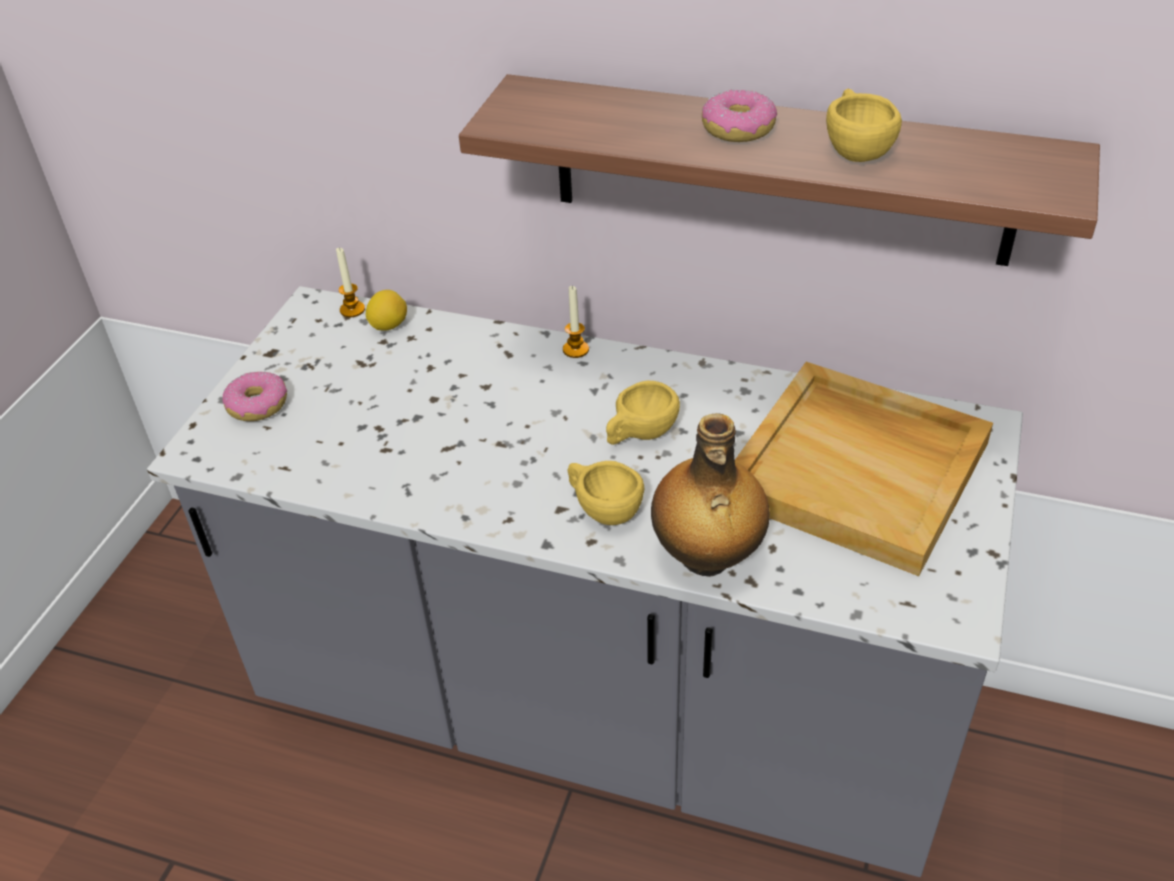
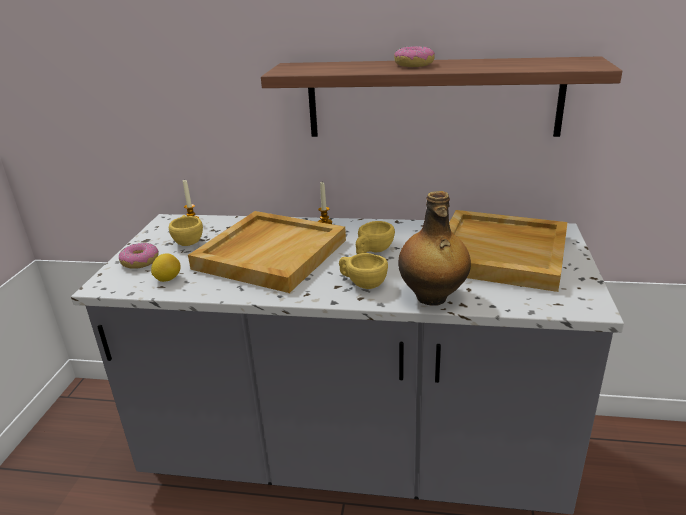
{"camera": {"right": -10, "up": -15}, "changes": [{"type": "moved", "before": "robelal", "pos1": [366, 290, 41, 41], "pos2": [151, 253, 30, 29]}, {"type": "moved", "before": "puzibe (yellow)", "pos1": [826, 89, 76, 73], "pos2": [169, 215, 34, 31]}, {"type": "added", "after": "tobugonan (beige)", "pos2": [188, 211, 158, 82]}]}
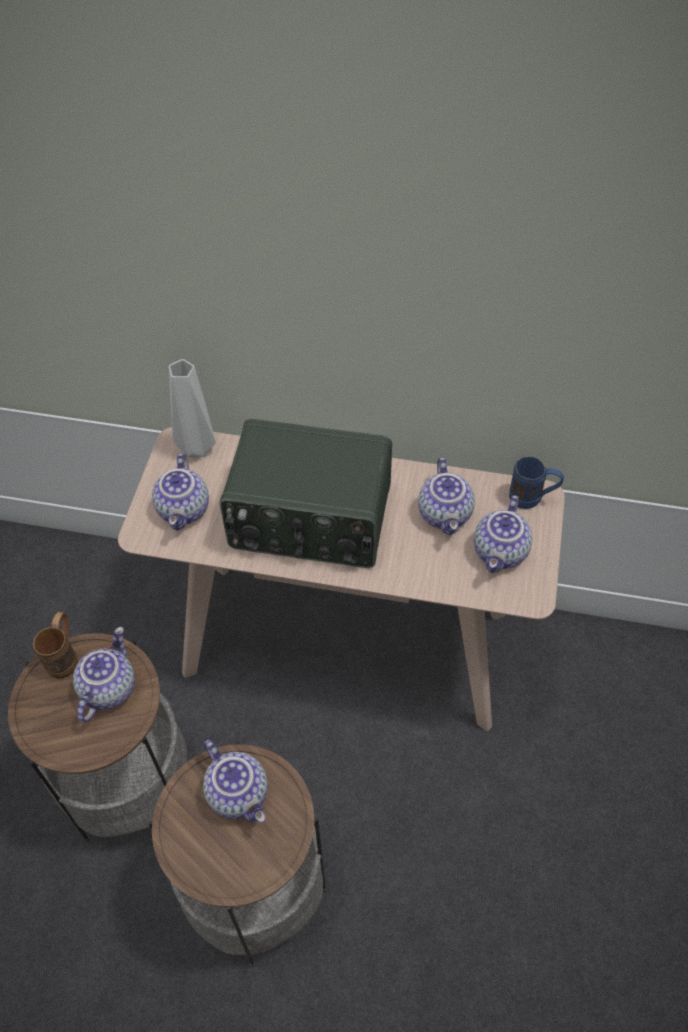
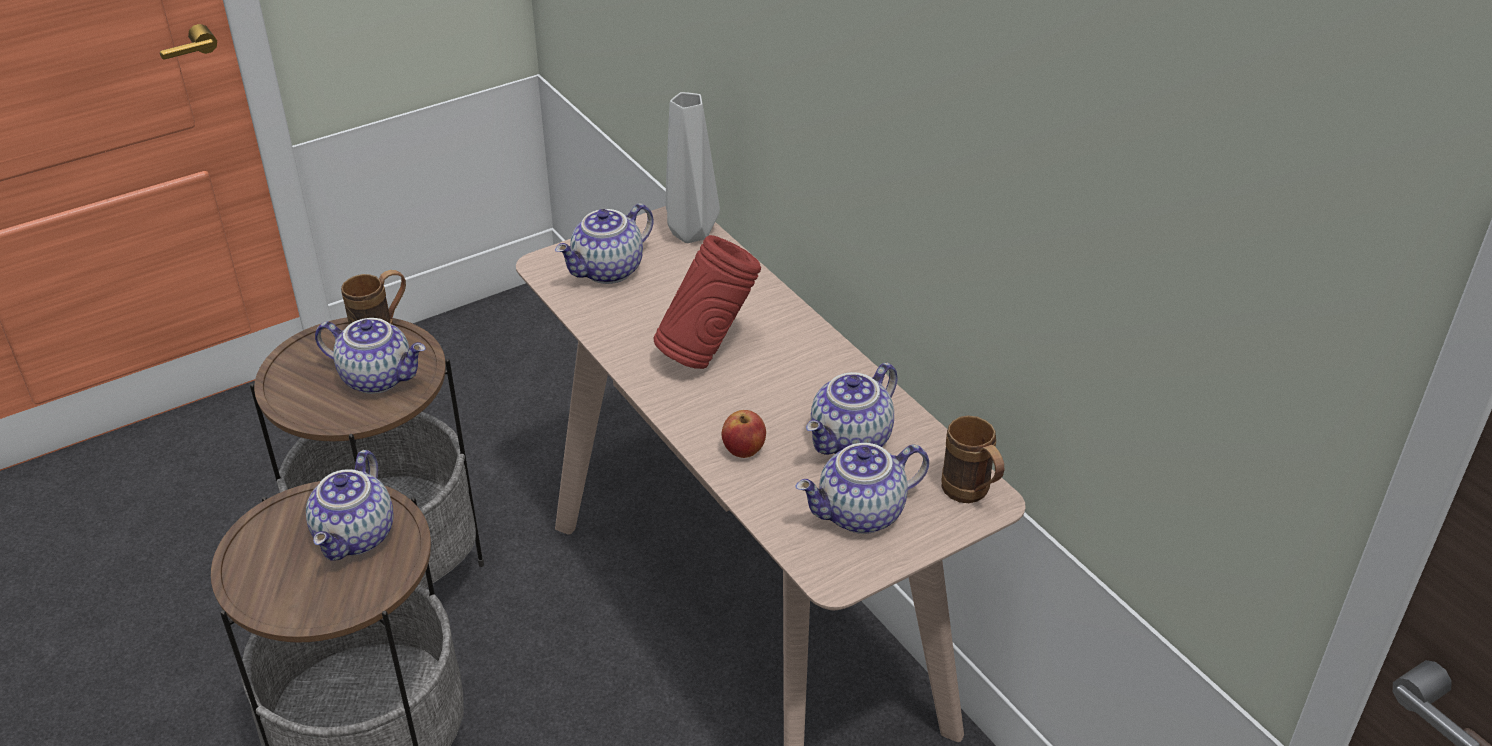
{"camera": {"right": 45, "up": -15}, "changes": [{"type": "turned", "before": "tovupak", "pos1": [73, 627, 62, 96], "pos2": [315, 318, 111, 76], "turn": 45}, {"type": "replaced", "before": "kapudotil", "after": "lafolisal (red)", "pos1": [220, 419, 172, 149], "pos2": [654, 235, 107, 134]}, {"type": "recoloured", "before": "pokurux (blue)", "after": "pokurux (brown)", "pos1": [509, 456, 55, 53], "pos2": [941, 416, 63, 87]}, {"type": "added", "after": "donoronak", "pos2": [721, 410, 45, 48]}]}
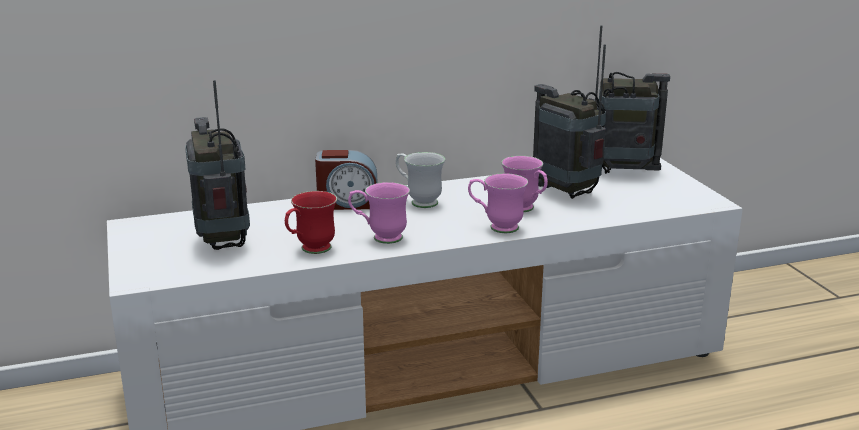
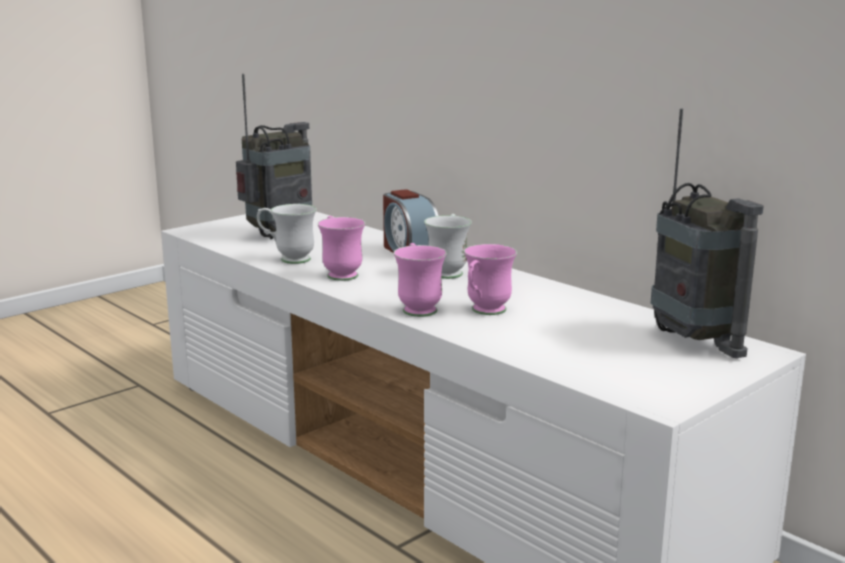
{"camera": {"right": 65, "up": -5}, "changes": [{"type": "recoloured", "before": "pokurux (red)", "after": "pokurux (white)", "pos1": [285, 191, 52, 63], "pos2": [257, 204, 60, 60]}, {"type": "removed", "before": "kapudotil", "pos1": [533, 44, 73, 155]}]}
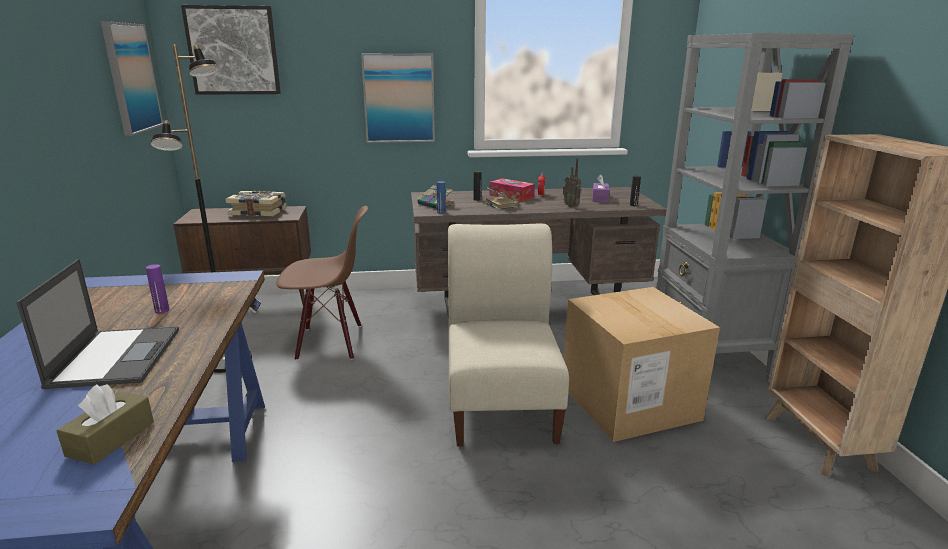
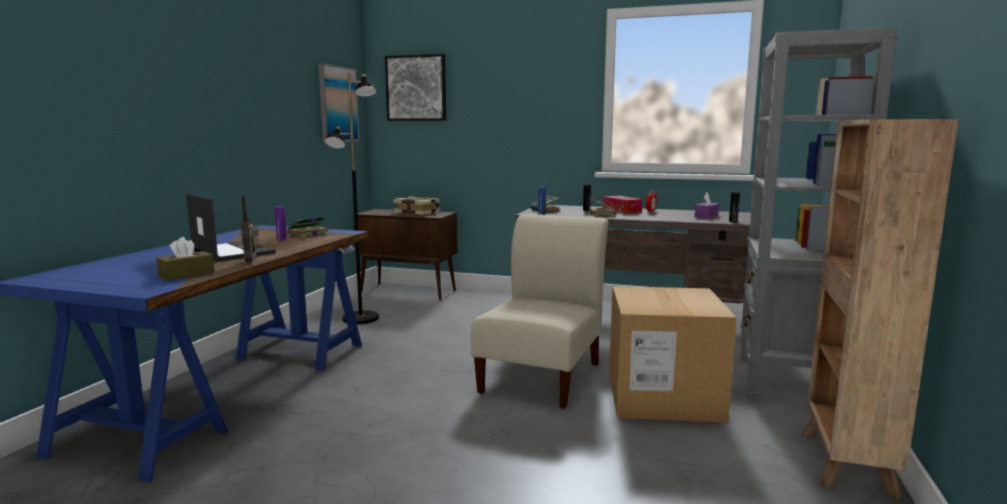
{"camera": {"right": 25, "up": -10}, "changes": [{"type": "turned", "before": "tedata", "pos1": [16, 259, 163, 130], "pos2": [186, 193, 90, 69], "turn": -60}, {"type": "removed", "before": "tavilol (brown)", "pos1": [276, 206, 92, 154]}, {"type": "removed", "before": "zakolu", "pos1": [361, 53, 74, 90]}, {"type": "moved", "before": "kapudotil", "pos1": [563, 158, 19, 50], "pos2": [241, 196, 18, 67]}, {"type": "added", "after": "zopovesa", "pos2": [286, 216, 43, 22]}]}
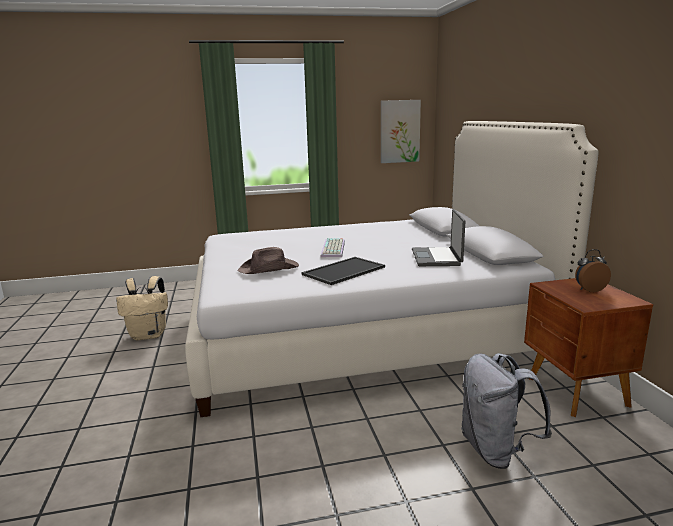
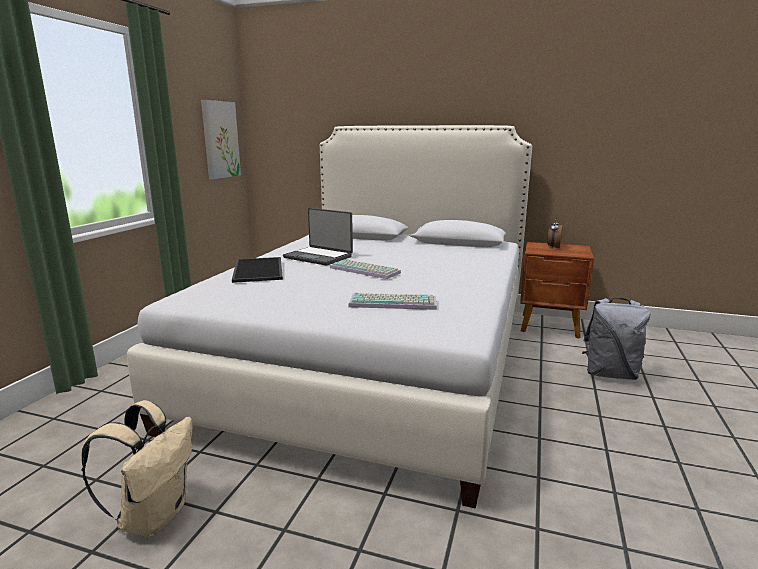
{"camera": {"right": -60, "up": 0}, "changes": [{"type": "replaced", "before": "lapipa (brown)", "after": "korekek", "pos1": [238, 247, 61, 27], "pos2": [348, 293, 89, 17]}, {"type": "moved", "before": "tobugonan", "pos1": [302, 257, 83, 28], "pos2": [232, 257, 51, 26]}, {"type": "moved", "before": "tedata", "pos1": [412, 209, 53, 57], "pos2": [283, 208, 70, 57]}]}
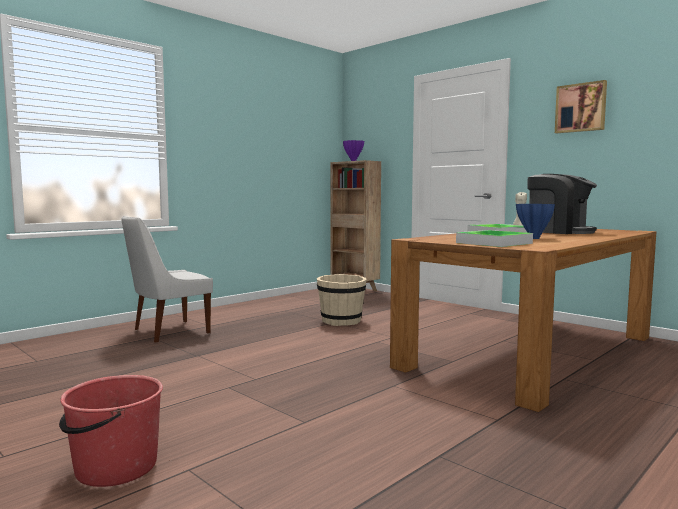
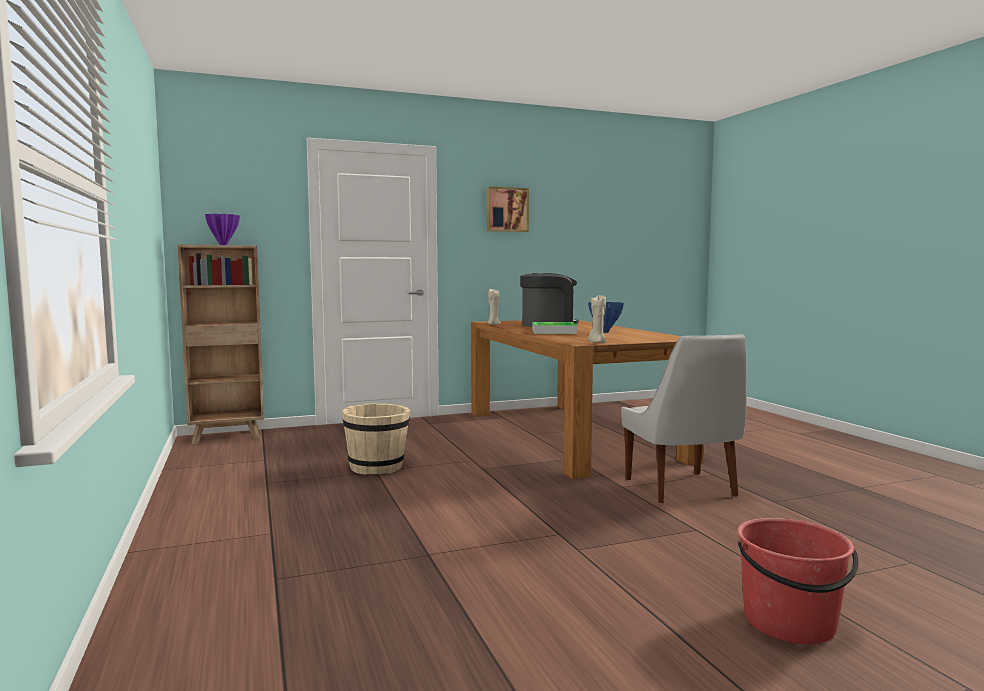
{"camera": {"right": -65, "up": 0}, "changes": [{"type": "moved", "before": "tavilol (white)", "pos1": [121, 216, 92, 127], "pos2": [621, 334, 126, 170]}, {"type": "removed", "before": "tobugonan", "pos1": [456, 230, 77, 17]}, {"type": "added", "after": "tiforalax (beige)", "pos2": [588, 295, 18, 48]}]}
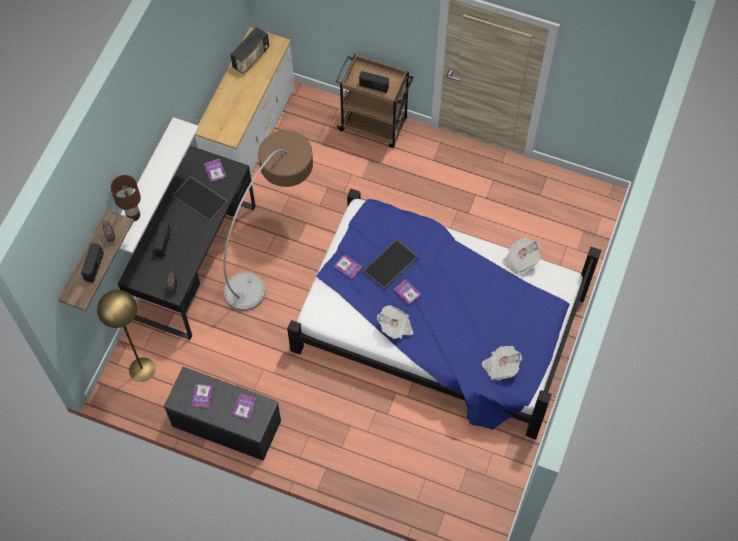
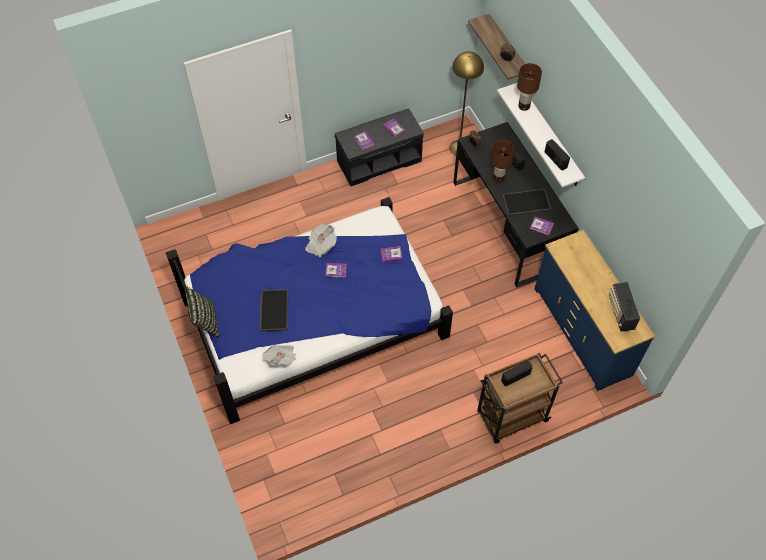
{"camera": {"right": 135, "up": -5}, "changes": [{"type": "moved", "before": "kapudotil", "pos1": [81, 243, 23, 40], "pos2": [545, 139, 25, 32]}, {"type": "recoloured", "before": "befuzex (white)", "after": "befuzex (blue)", "pos1": [195, 27, 100, 148], "pos2": [535, 230, 120, 161]}, {"type": "removed", "before": "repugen", "pos1": [223, 130, 90, 181]}, {"type": "moved", "before": "tobugonan", "pos1": [363, 239, 55, 51], "pos2": [260, 289, 28, 42]}, {"type": "removed", "before": "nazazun", "pos1": [482, 346, 40, 34]}, {"type": "added", "after": "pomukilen", "pos2": [185, 286, 34, 52]}, {"type": "added", "after": "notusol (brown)", "pos2": [491, 140, 24, 43]}]}
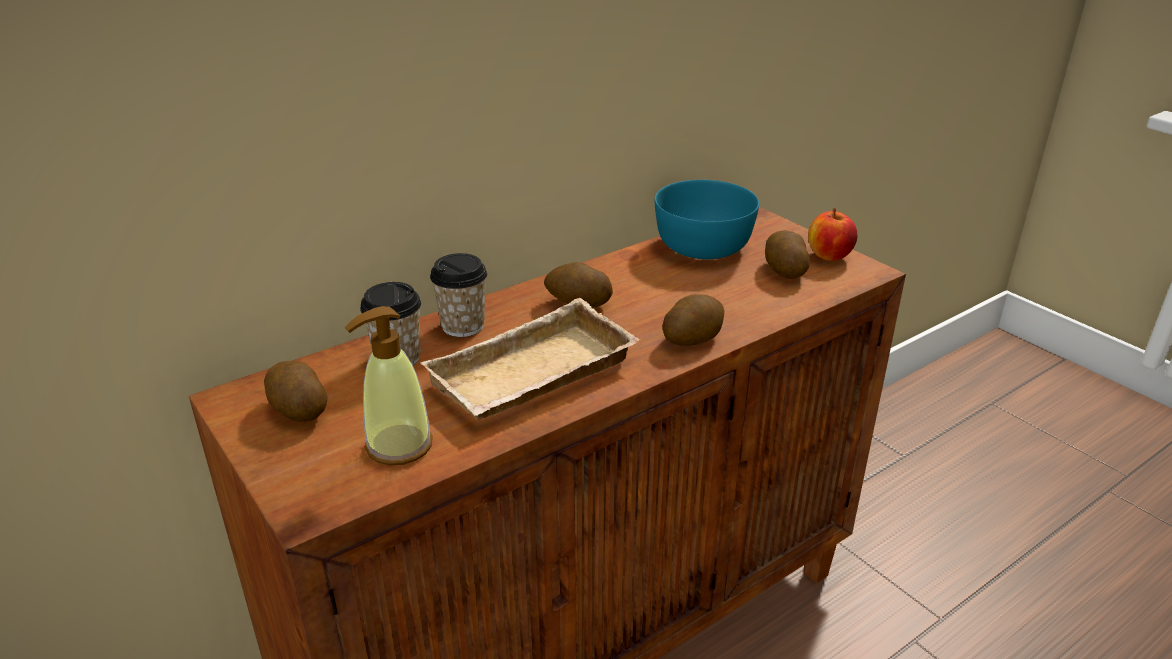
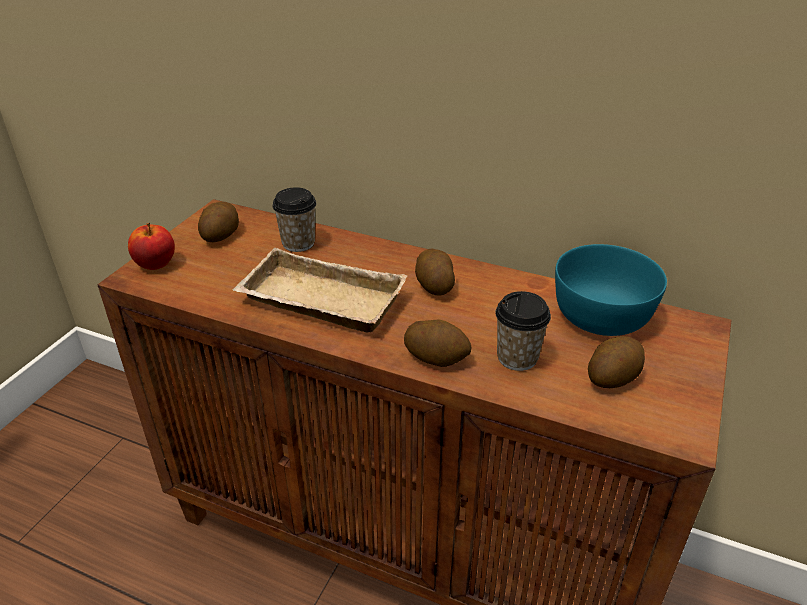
{"camera": {"right": 60, "up": 5}, "changes": [{"type": "removed", "before": "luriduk", "pos1": [344, 306, 89, 159]}, {"type": "moved", "before": "puzibe", "pos1": [430, 253, 57, 84], "pos2": [495, 291, 56, 80]}, {"type": "moved", "before": "donoronak", "pos1": [808, 208, 49, 53], "pos2": [128, 223, 47, 47]}]}
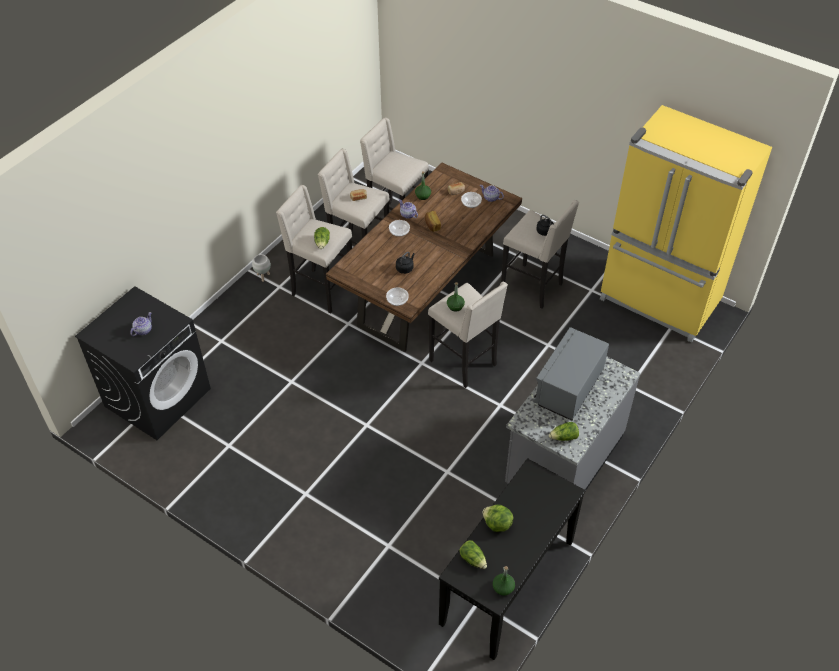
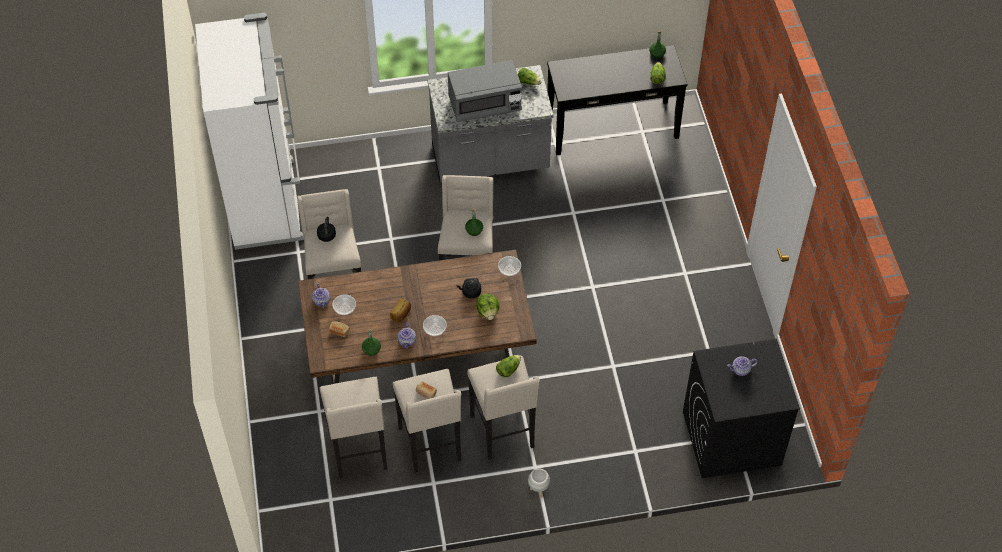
{"camera": {"right": -135, "up": 5}, "changes": [{"type": "moved", "before": "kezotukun", "pos1": [482, 504, 31, 28], "pos2": [476, 294, 24, 26]}, {"type": "recoloured", "before": "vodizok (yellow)", "after": "vodizok (white)", "pos1": [600, 105, 172, 238], "pos2": [195, 13, 109, 237]}]}
